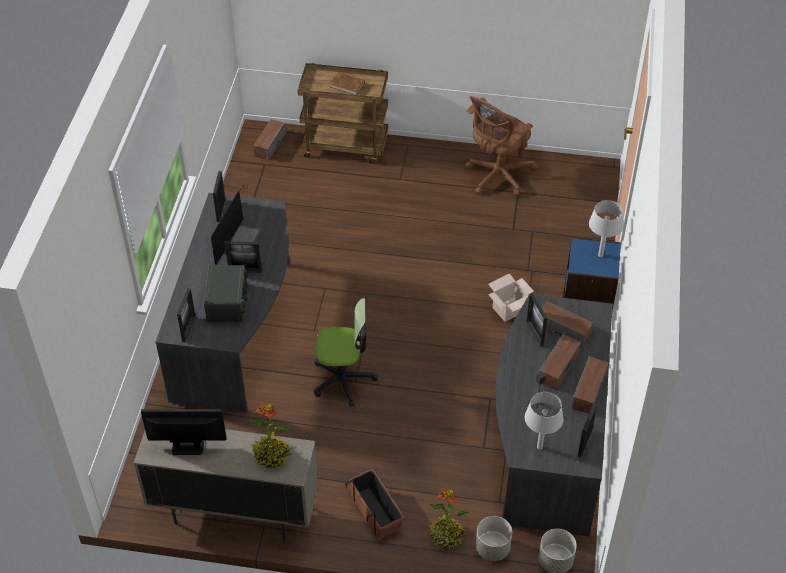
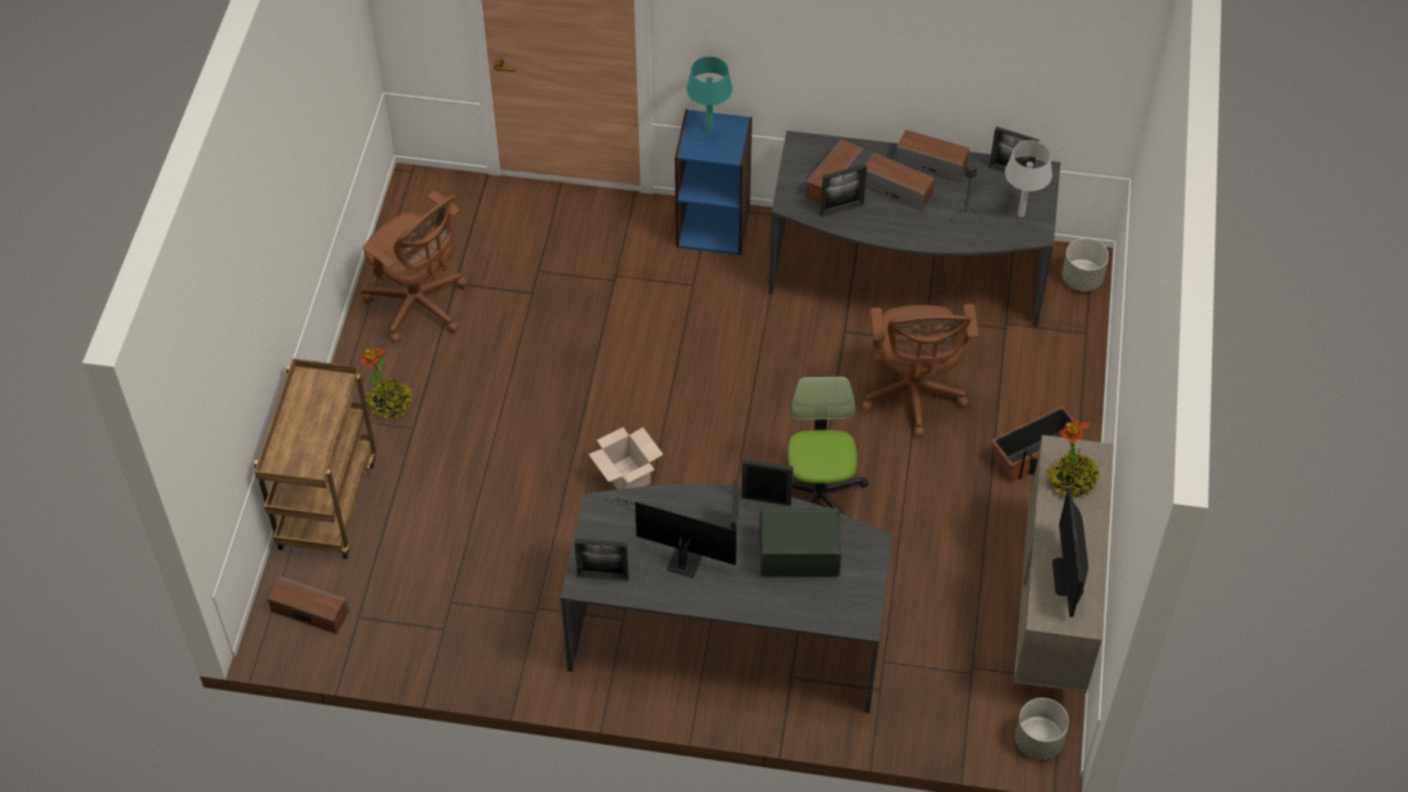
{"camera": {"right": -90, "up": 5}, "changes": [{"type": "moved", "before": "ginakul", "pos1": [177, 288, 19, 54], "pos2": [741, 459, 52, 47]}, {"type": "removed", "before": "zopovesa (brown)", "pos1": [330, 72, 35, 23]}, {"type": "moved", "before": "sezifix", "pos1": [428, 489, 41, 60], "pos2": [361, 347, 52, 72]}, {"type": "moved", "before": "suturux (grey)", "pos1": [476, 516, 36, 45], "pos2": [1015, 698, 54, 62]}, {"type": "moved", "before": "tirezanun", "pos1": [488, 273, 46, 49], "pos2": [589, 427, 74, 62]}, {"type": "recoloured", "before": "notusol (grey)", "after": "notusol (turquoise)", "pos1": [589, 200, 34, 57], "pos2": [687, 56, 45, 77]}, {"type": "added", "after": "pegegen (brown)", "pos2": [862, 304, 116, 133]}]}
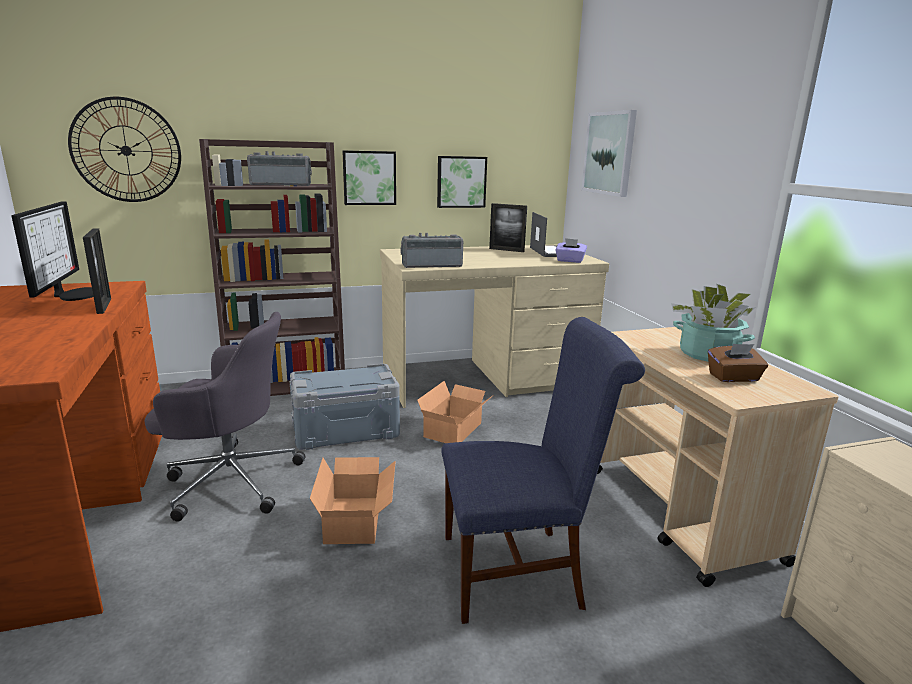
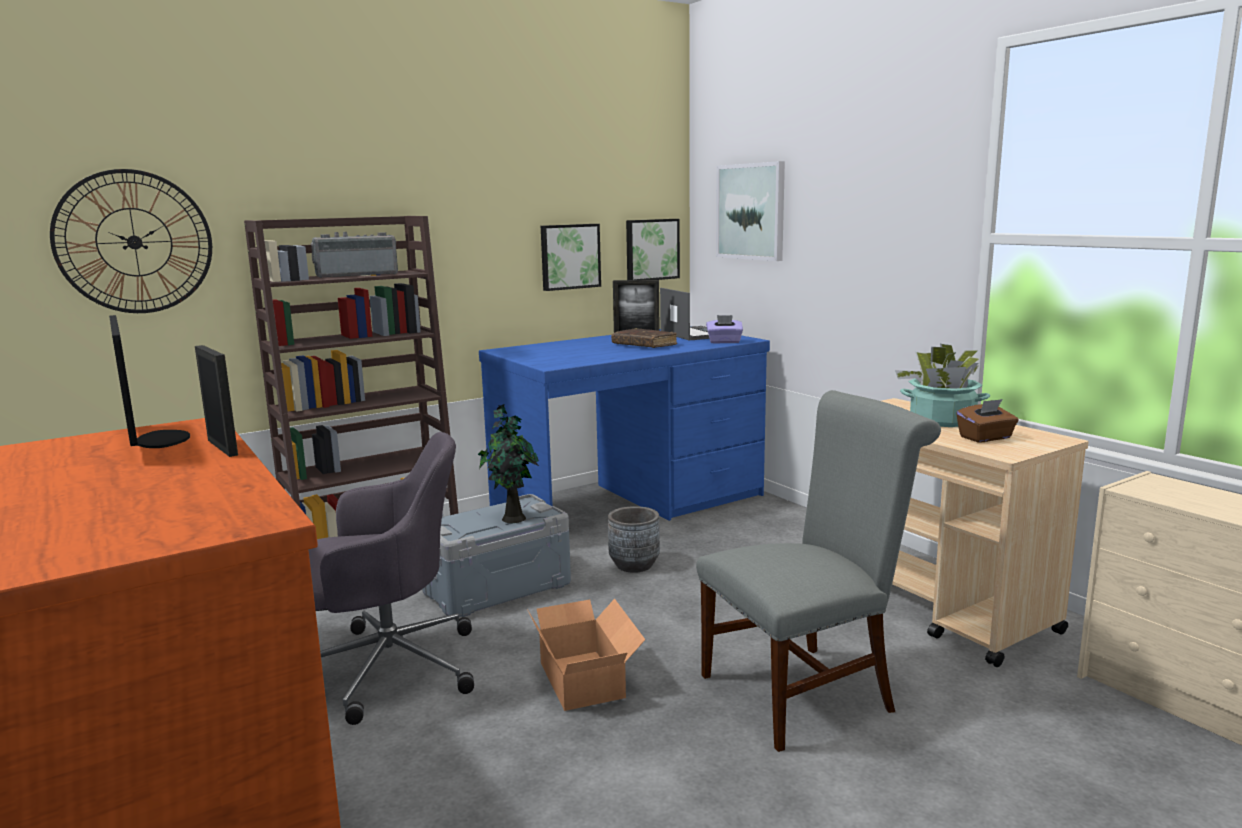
{"camera": {"right": -15, "up": -5}, "changes": [{"type": "moved", "before": "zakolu", "pos1": [342, 150, 54, 55], "pos2": [626, 219, 54, 61]}, {"type": "recoloured", "before": "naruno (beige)", "after": "naruno (blue)", "pos1": [380, 245, 229, 163], "pos2": [479, 326, 291, 195]}, {"type": "removed", "before": "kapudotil", "pos1": [400, 233, 63, 35]}, {"type": "replaced", "before": "tirezanun", "after": "suturux (grey)", "pos1": [417, 381, 75, 62], "pos2": [608, 506, 52, 67]}, {"type": "recoloured", "before": "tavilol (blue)", "after": "tavilol (grey)", "pos1": [441, 317, 204, 307], "pos2": [696, 390, 245, 362]}, {"type": "added", "after": "sezifix", "pos2": [478, 404, 61, 119]}, {"type": "added", "after": "zopovesa (brown)", "pos2": [611, 328, 66, 20]}]}
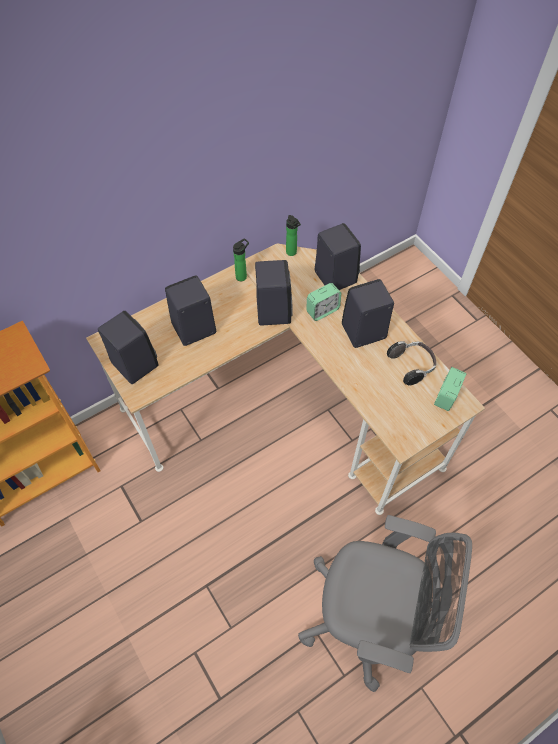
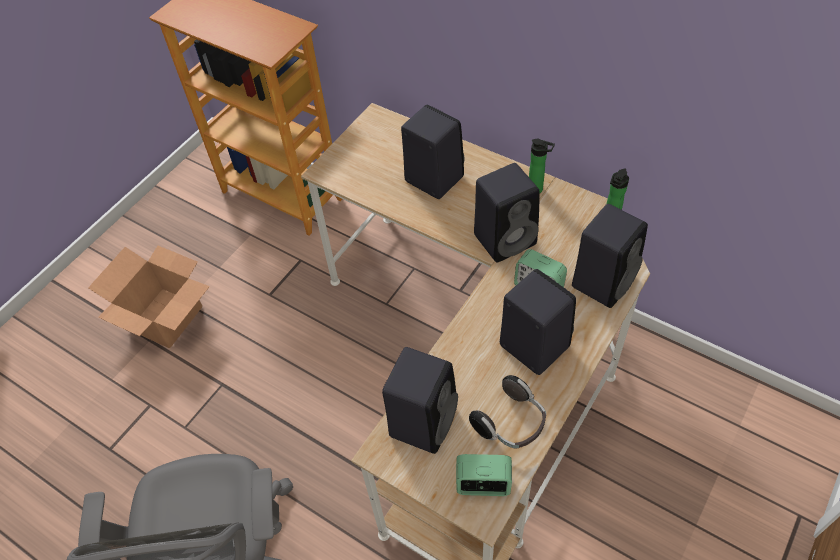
{"camera": {"right": 70, "up": -5}, "changes": [{"type": "moved", "before": "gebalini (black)", "pos1": [98, 311, 61, 73], "pos2": [382, 347, 76, 107]}, {"type": "added", "after": "tirezanun", "pos2": [88, 246, 122, 102]}]}
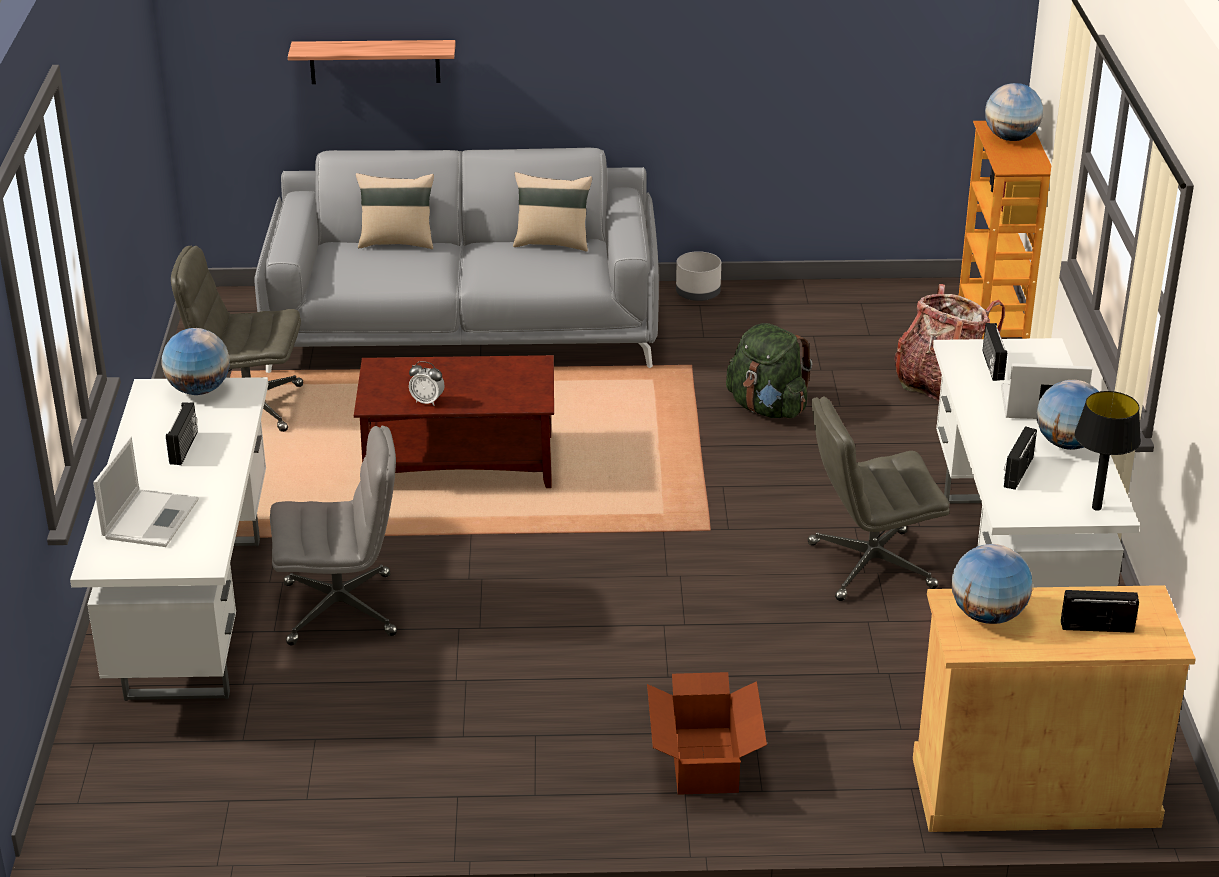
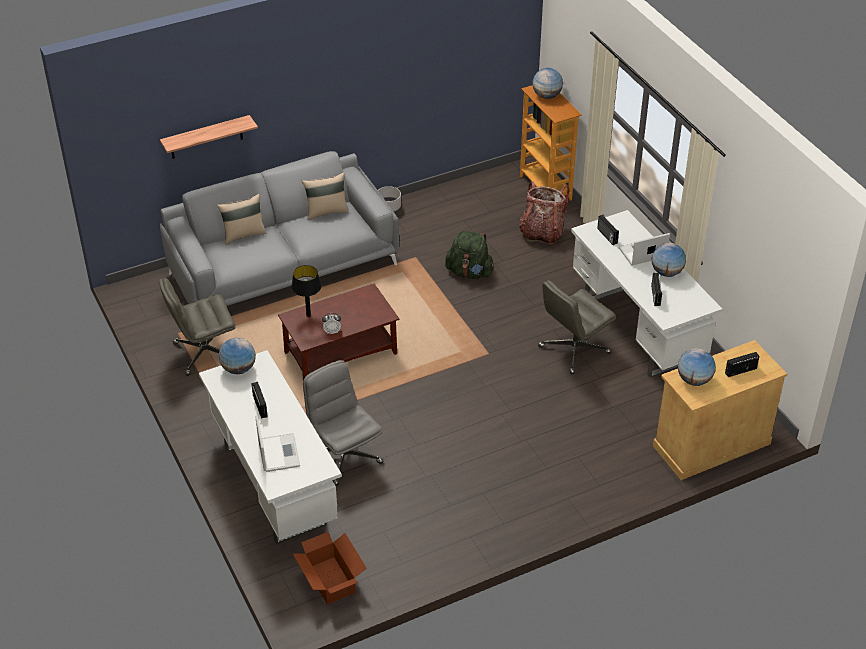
{"camera": {"right": -25, "up": 10}, "changes": [{"type": "turned", "before": "pegegen (grey)", "pos1": [270, 426, 127, 220], "pos2": [303, 360, 80, 126], "turn": -90}, {"type": "moved", "before": "tirezanun", "pos1": [647, 672, 120, 123], "pos2": [292, 532, 74, 72]}, {"type": "moved", "before": "notusol (black)", "pos1": [1074, 391, 67, 120], "pos2": [291, 265, 31, 52]}]}
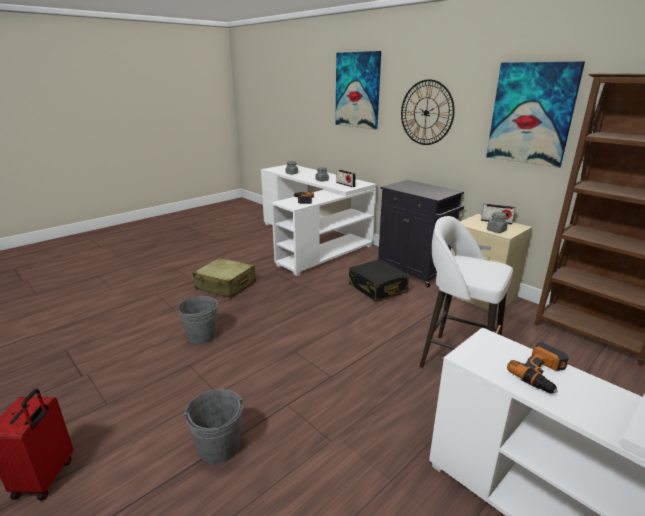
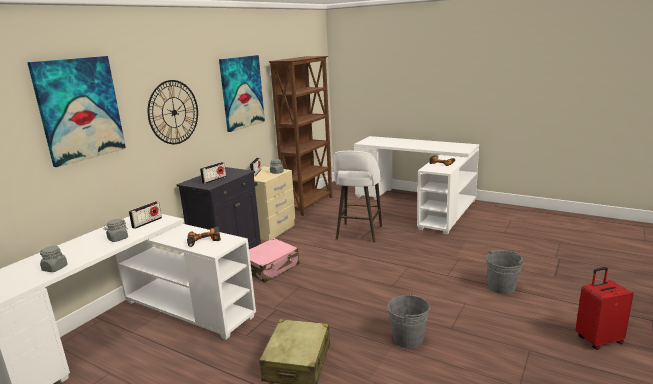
{"camera": {"right": -105, "up": -5}, "changes": [{"type": "recoloured", "before": "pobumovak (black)", "after": "pobumovak (pink)", "pos1": [349, 259, 60, 43], "pos2": [249, 238, 51, 45]}, {"type": "added", "after": "kapudotil", "pos2": [200, 162, 26, 22]}]}
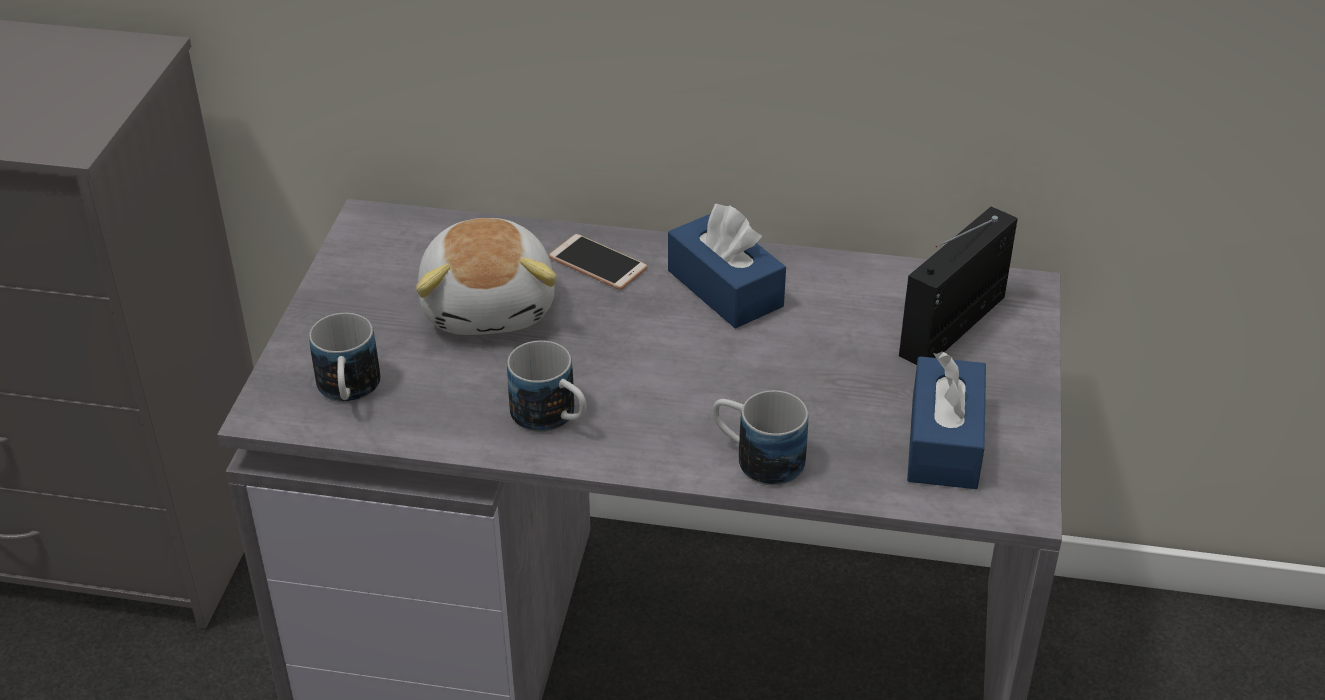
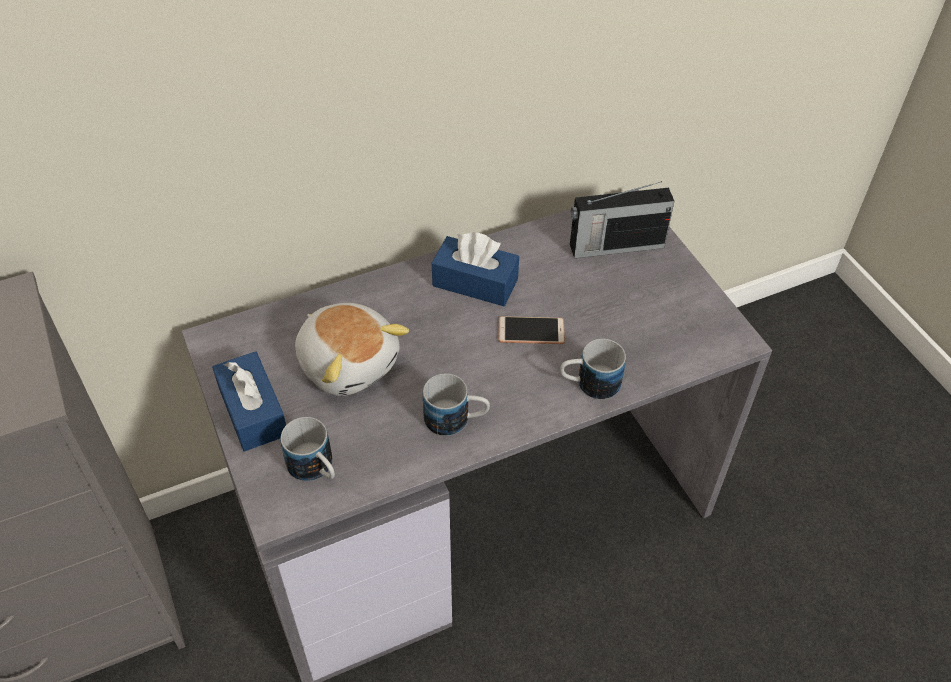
{"camera": {"right": -35, "up": 10}, "changes": [{"type": "moved", "before": "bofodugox", "pos1": [549, 234, 98, 56], "pos2": [498, 316, 67, 28]}, {"type": "turned", "before": "kapudotil", "pos1": [899, 206, 119, 159], "pos2": [570, 181, 104, 77], "turn": -105}, {"type": "moved", "before": "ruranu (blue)", "pos1": [907, 351, 79, 138], "pos2": [212, 351, 74, 101]}]}
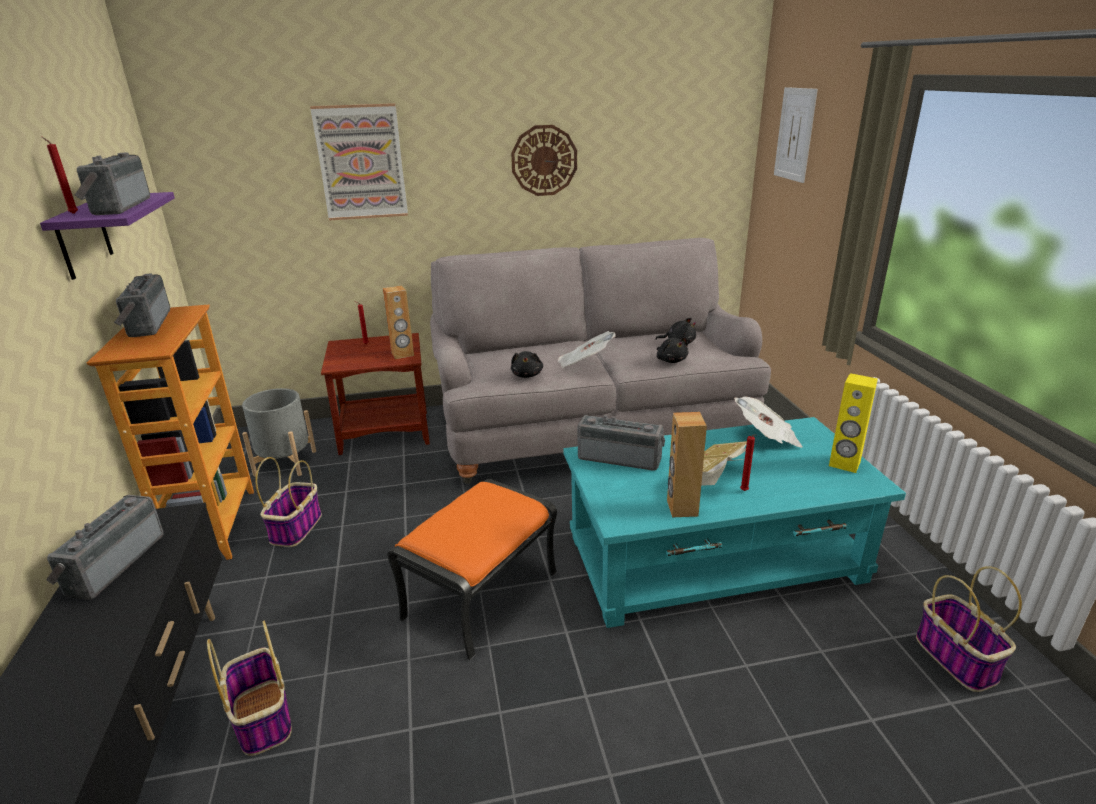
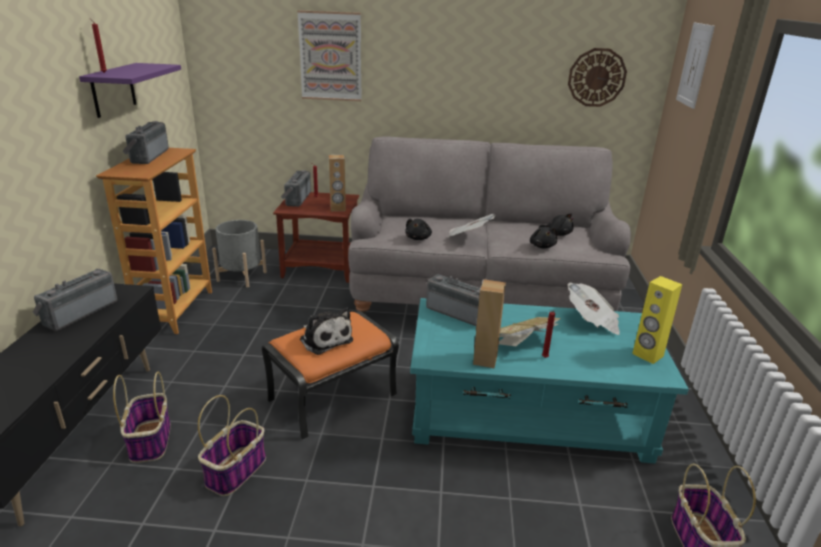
{"camera": {"right": 15, "up": 0}, "changes": [{"type": "moved", "before": "kapudotil", "pos1": [75, 153, 75, 62], "pos2": [281, 170, 30, 37]}, {"type": "moved", "before": "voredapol", "pos1": [255, 457, 67, 90], "pos2": [198, 395, 68, 101]}, {"type": "moved", "before": "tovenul", "pos1": [511, 125, 66, 71], "pos2": [568, 48, 59, 59]}, {"type": "added", "after": "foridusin", "pos2": [300, 307, 53, 48]}]}
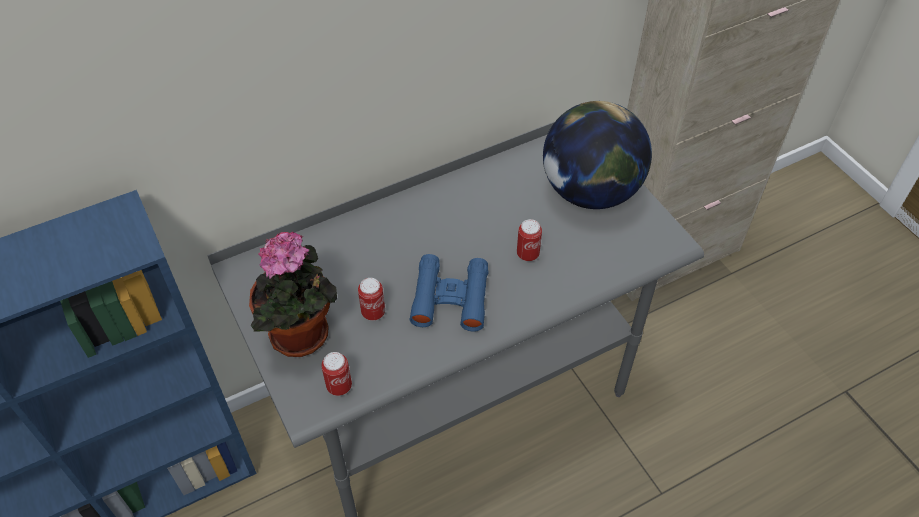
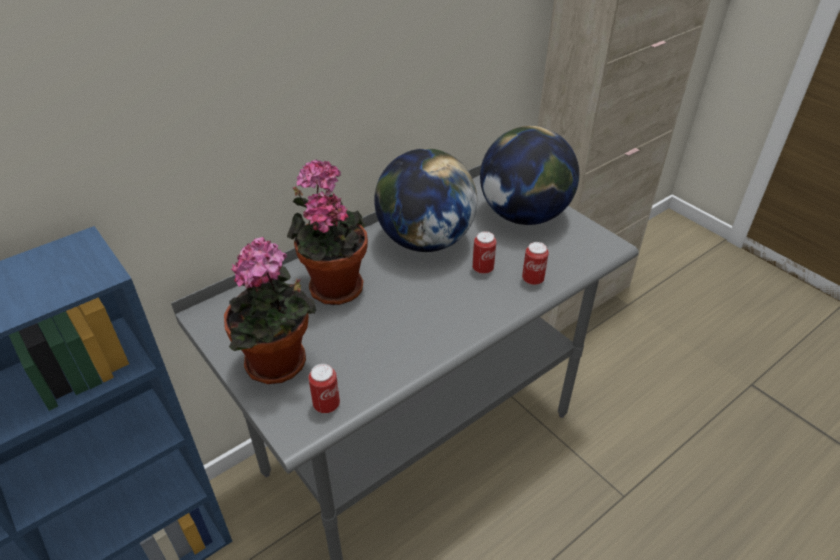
{"camera": {"right": -10, "up": -10}, "changes": [{"type": "moved", "before": "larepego", "pos1": [358, 278, 27, 43], "pos2": [522, 242, 27, 43]}, {"type": "removed", "before": "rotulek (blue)", "pos1": [409, 254, 79, 78]}, {"type": "added", "after": "sezifix", "pos2": [287, 159, 81, 146]}, {"type": "added", "after": "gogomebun", "pos2": [374, 148, 103, 104]}]}
